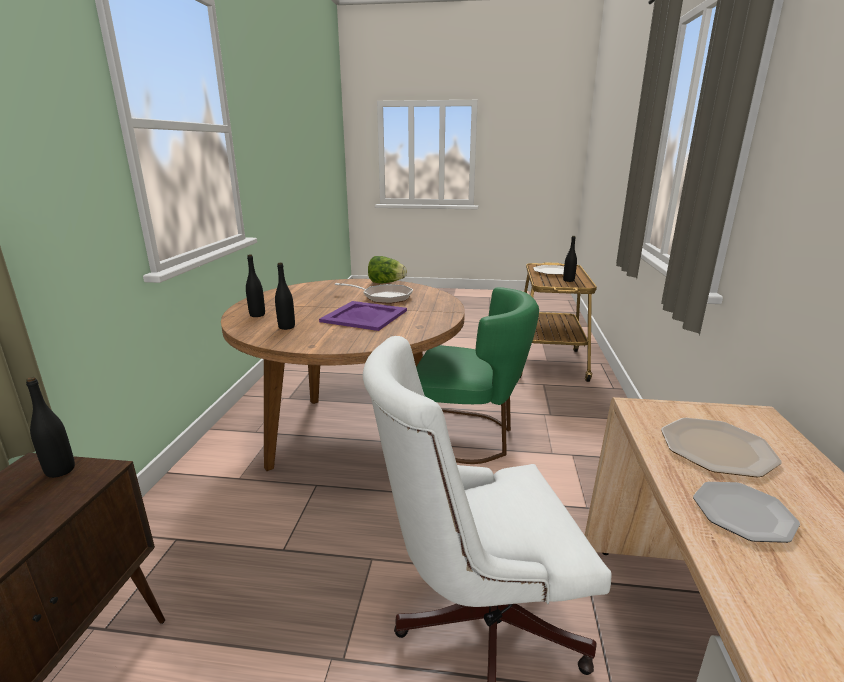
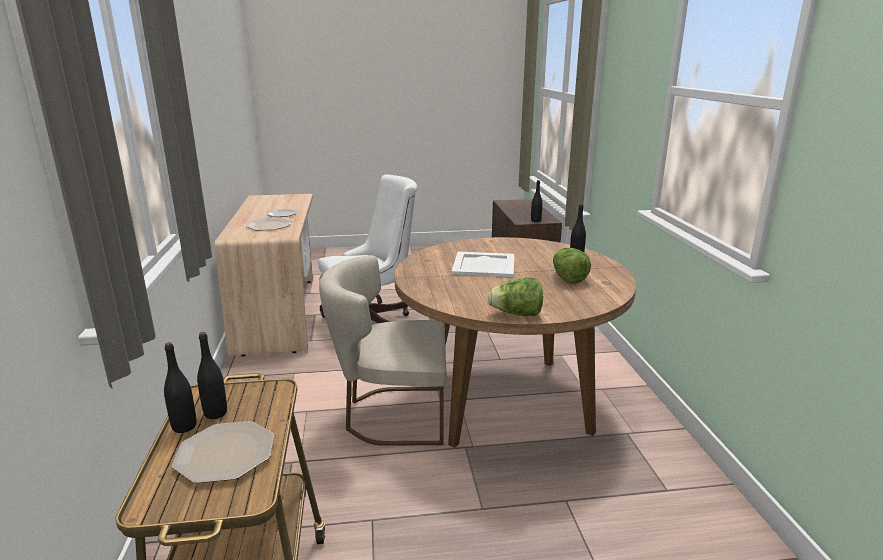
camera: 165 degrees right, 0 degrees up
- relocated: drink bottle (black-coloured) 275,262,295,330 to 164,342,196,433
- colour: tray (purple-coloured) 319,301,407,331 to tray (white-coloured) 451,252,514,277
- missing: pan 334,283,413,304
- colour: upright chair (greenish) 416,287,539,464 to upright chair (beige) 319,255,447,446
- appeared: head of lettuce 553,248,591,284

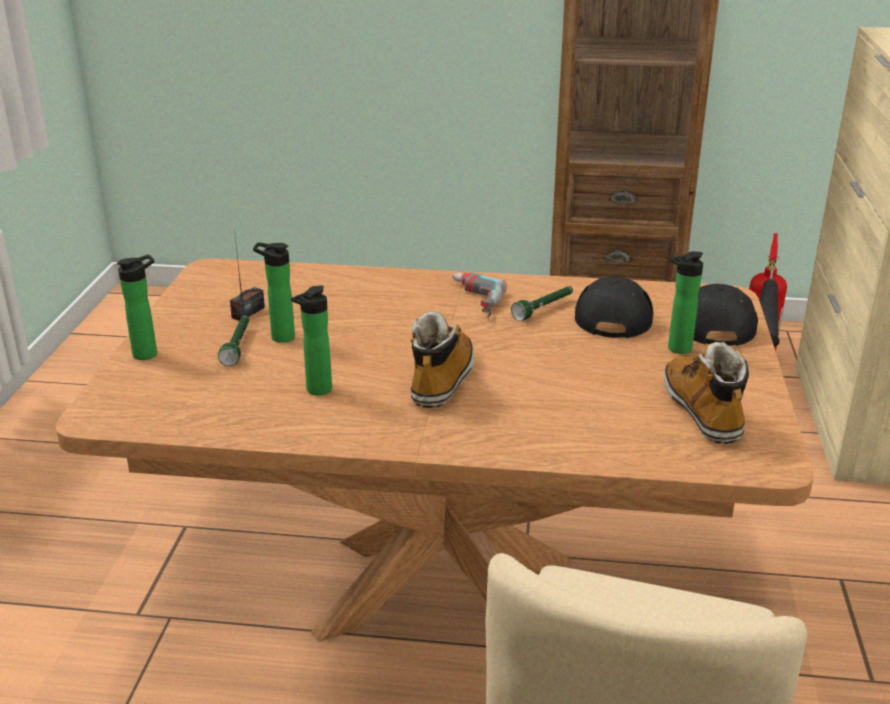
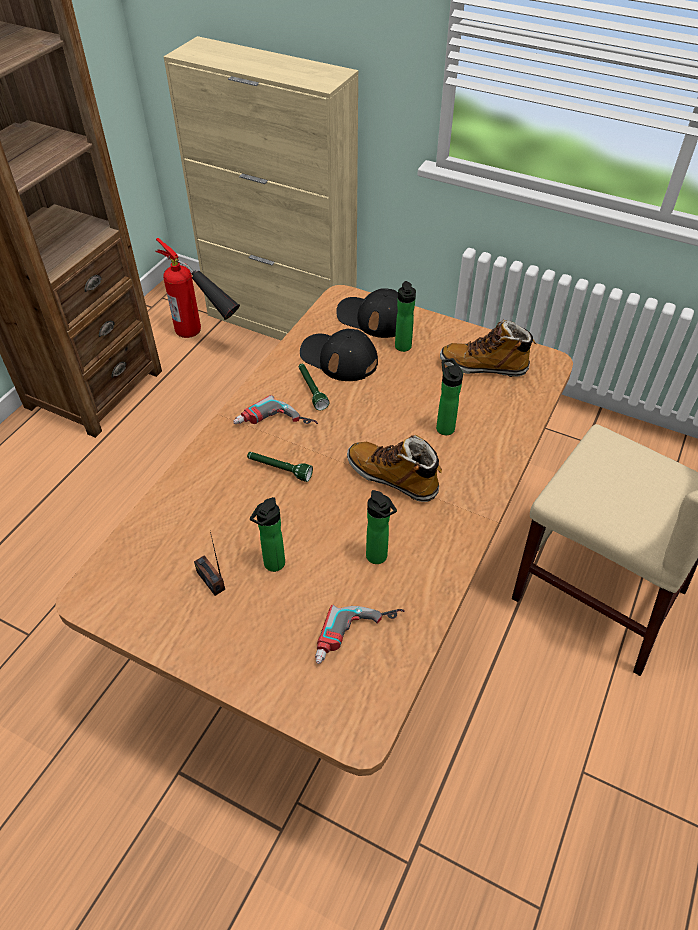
camera: 70 degrees left, 20 degrees up
- relocated: drink bottle 117,254,157,360 to 436,358,463,435
- relocated: flashlight (greenish) 218,315,249,366 to 247,452,313,482
- appeared: power drill 315,605,405,664

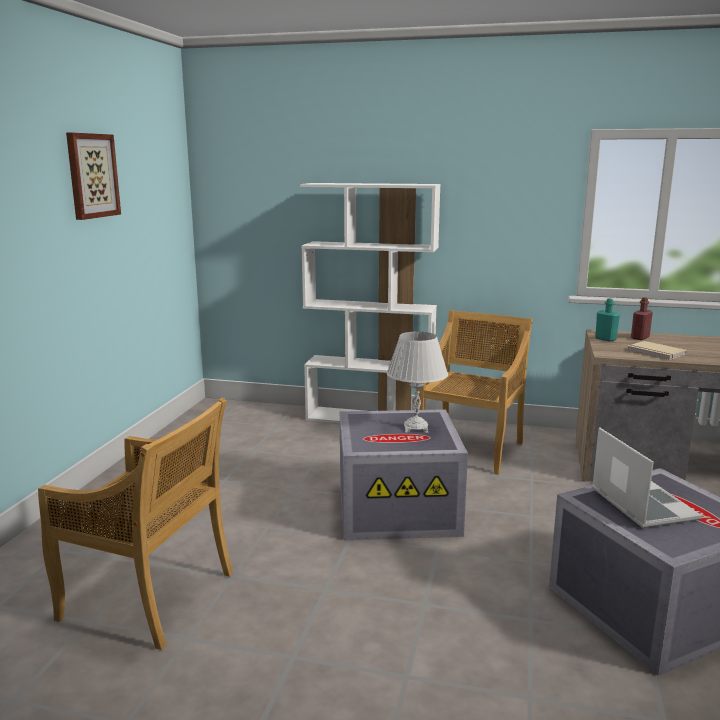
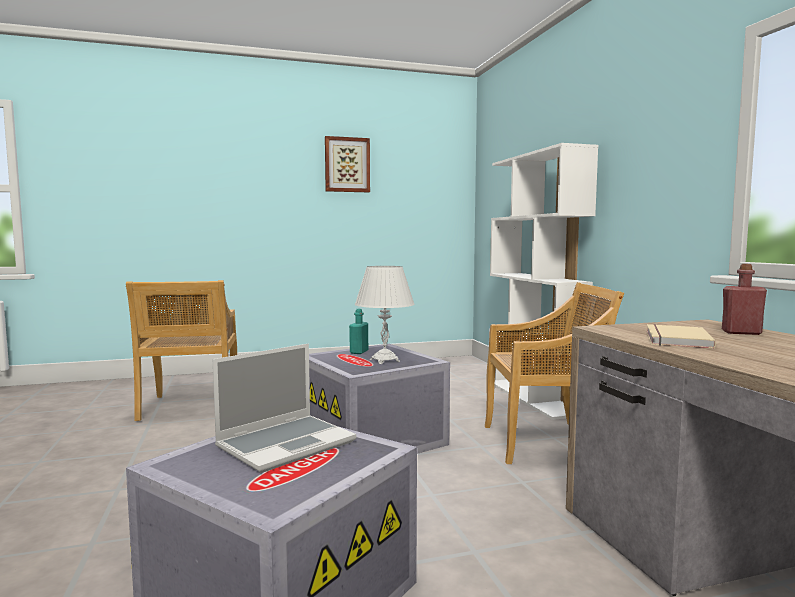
camera: 60 degrees right, 10 degrees down
- relocated: drink bottle (turquoise) 595,298,620,342 to 349,309,368,354

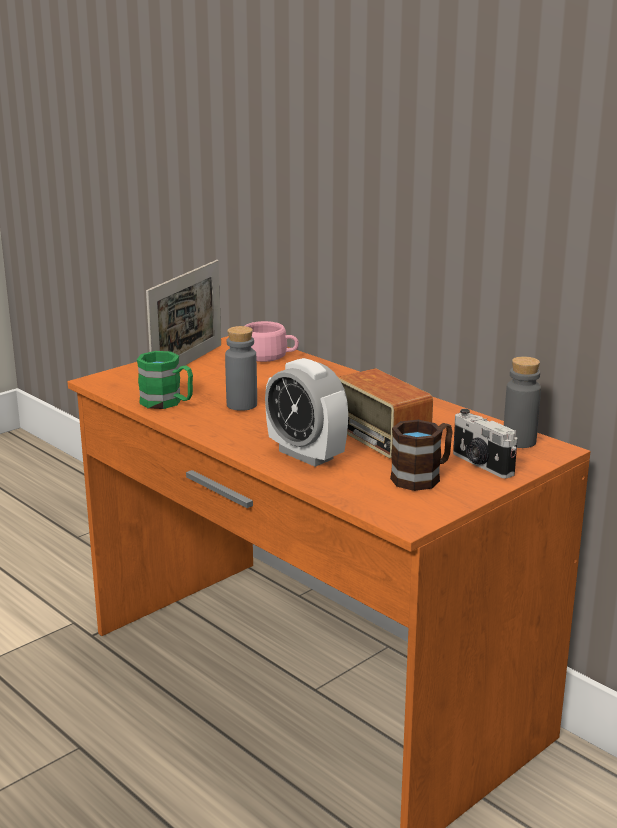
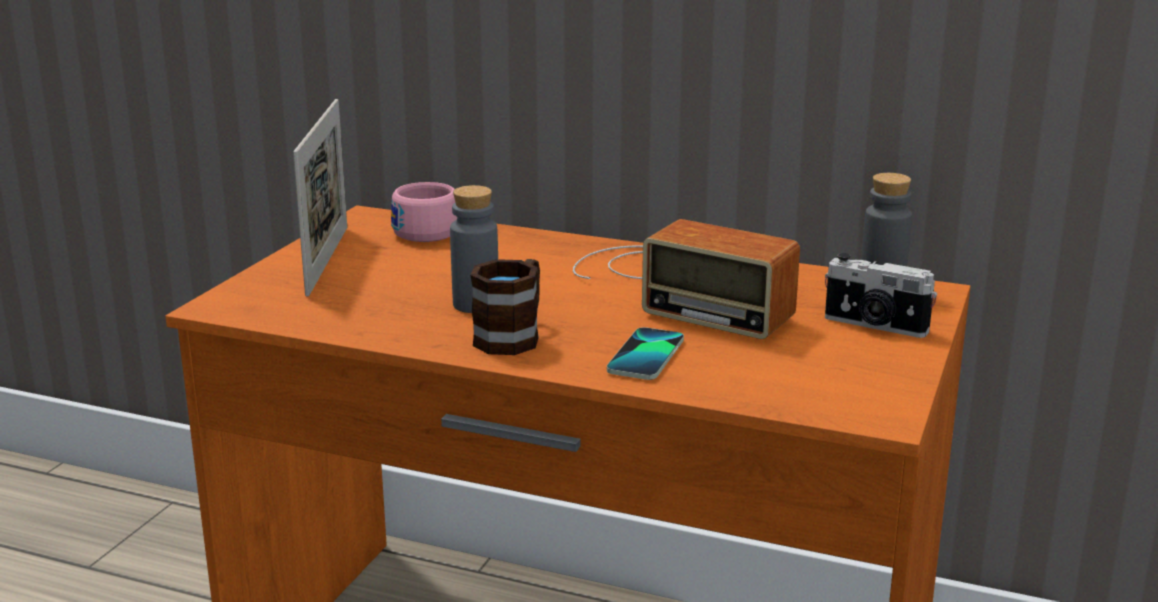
camera: 25 degrees left, 0 degrees up
- missing: coffee mug (greenish) 137,351,193,409
- exchanged: alarm clock 265,358,348,467 to phone 607,327,684,380
- relocated: coffee mug (brown-coloured) 390,420,452,491 to 471,259,540,355

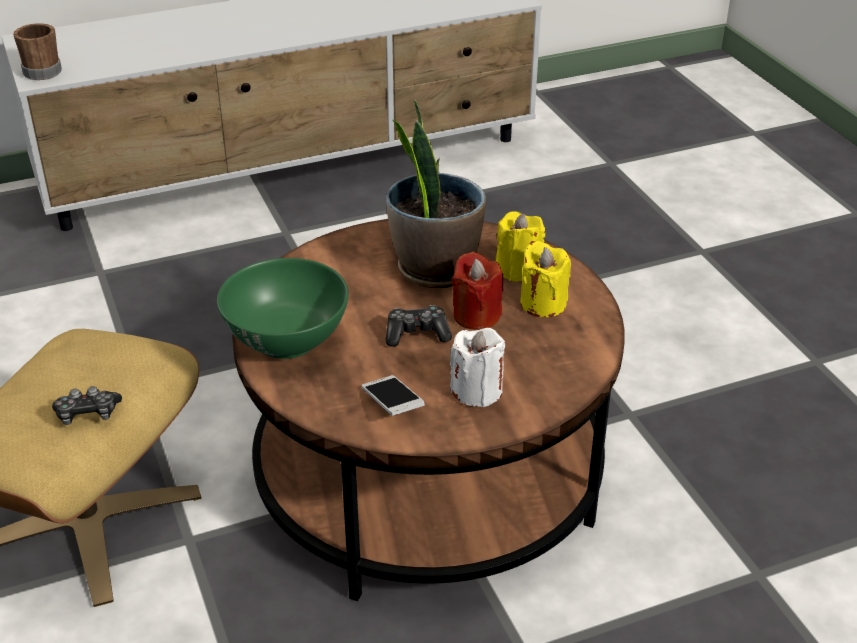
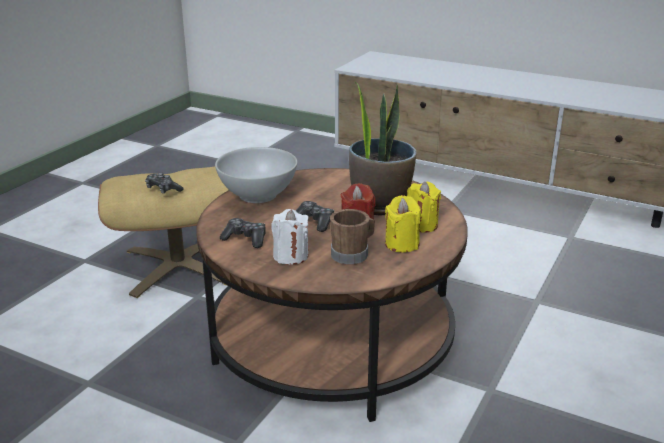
camera: 50 degrees right, 10 degrees down
- relocated: coffee mug (brown-coloured) 13,23,62,80 to 330,209,375,265
- colour: bowl (greenish) 217,258,349,359 to bowl (white-coloured) 215,147,298,203
- exchanged: phone 362,375,425,416 to joypad 220,218,266,248

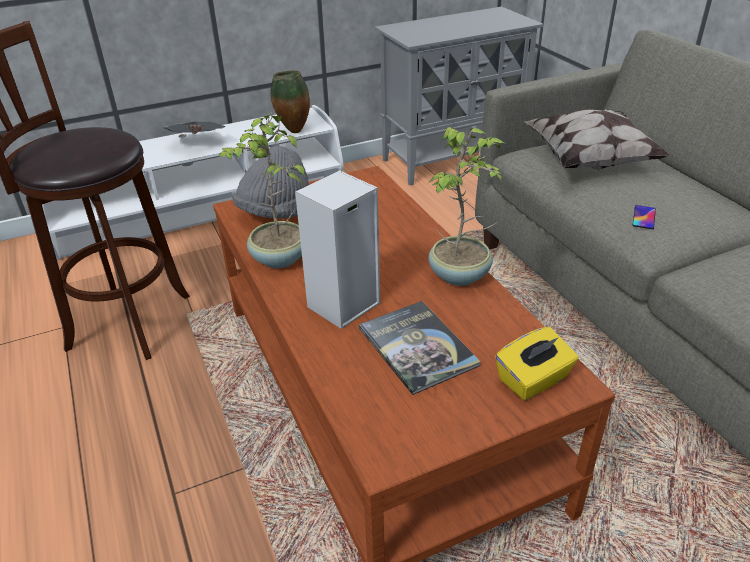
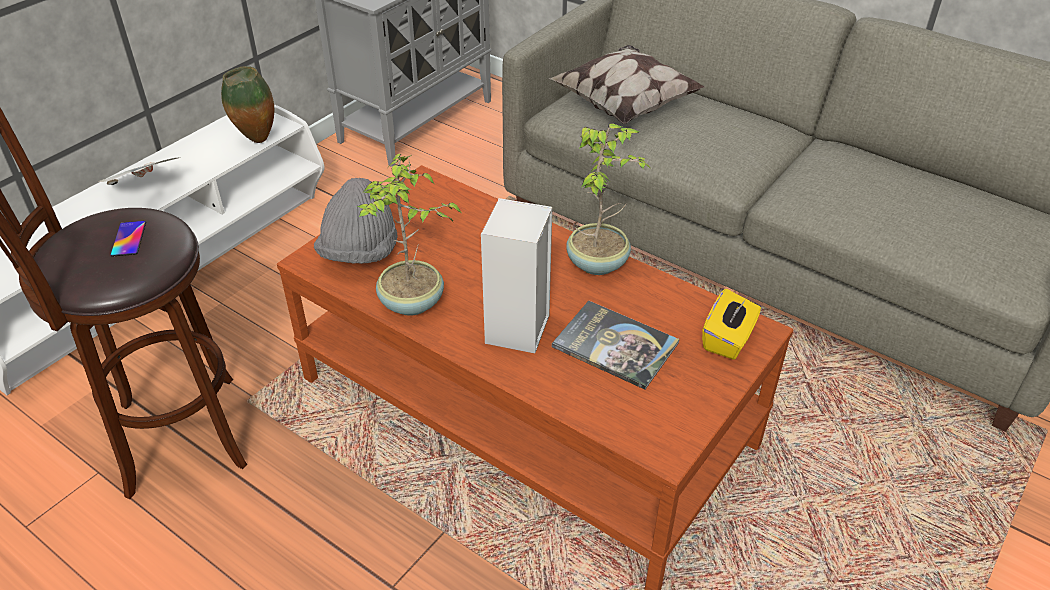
camera: 30 degrees left, 5 degrees up
- relocated: phone 633,205,656,229 to 111,221,146,256

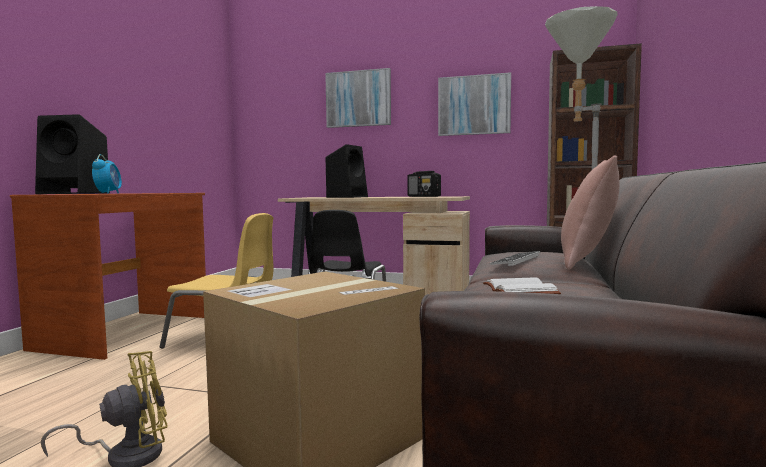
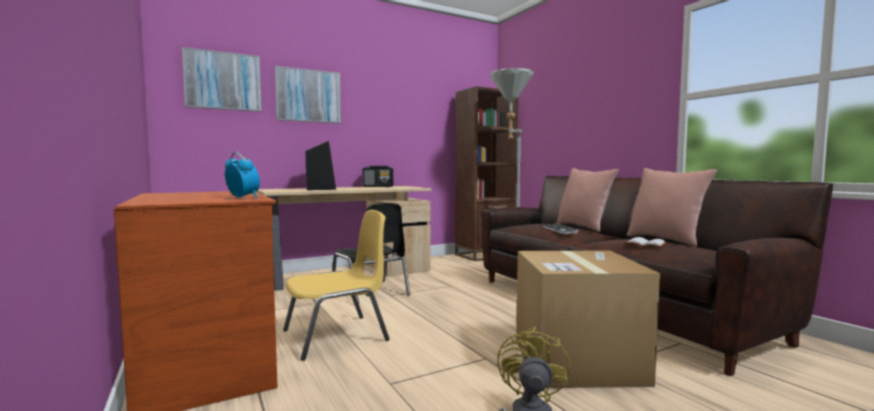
camera: 45 degrees left, 0 degrees up
- missing: speaker (black-coloured) 35,114,110,194
- relocated: wall art 438,72,511,136 to 182,47,262,112
- appeared: pillow (pink) 627,168,717,247

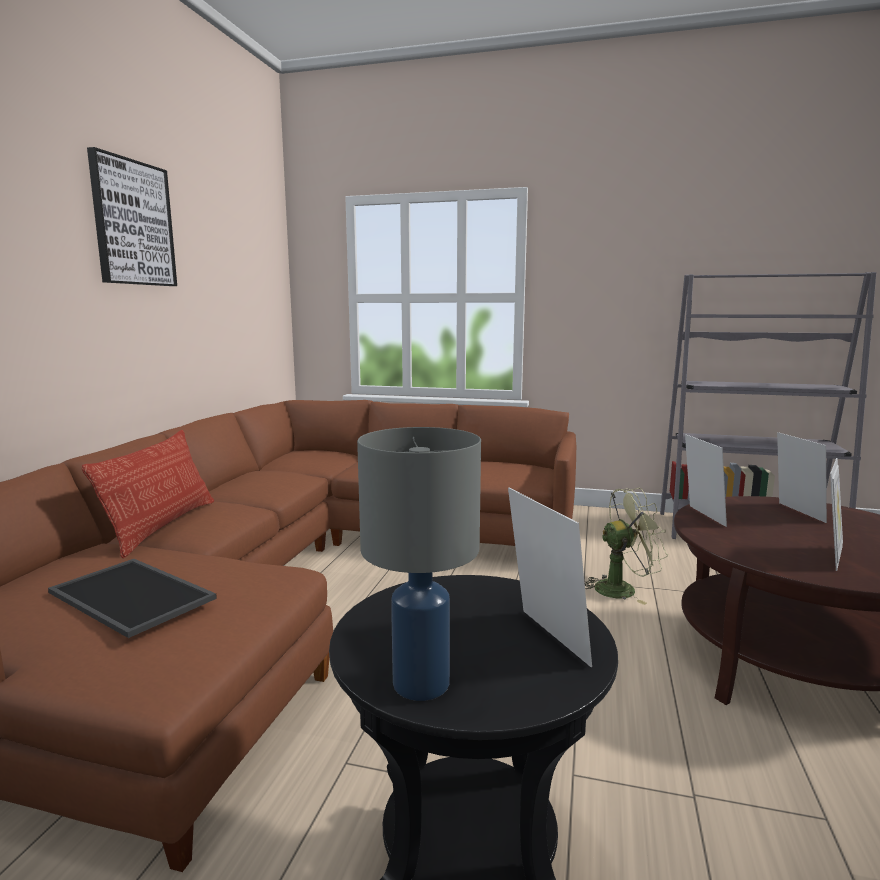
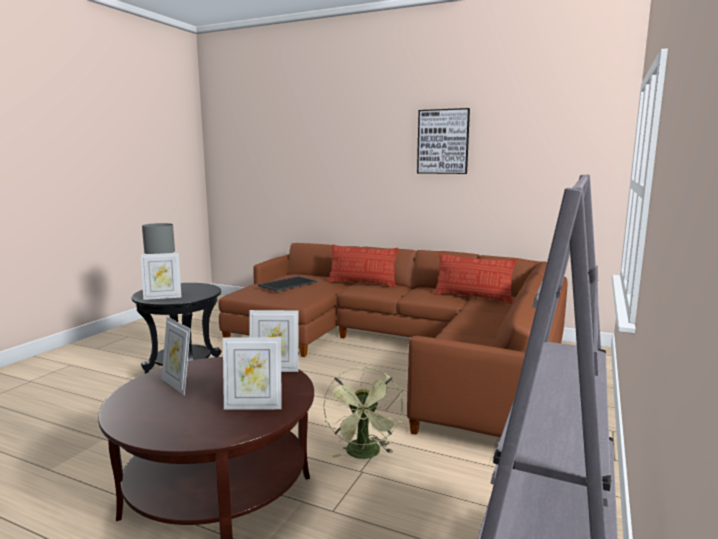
camera: 100 degrees right, 0 degrees up
- appeared: pillow 434,253,517,304

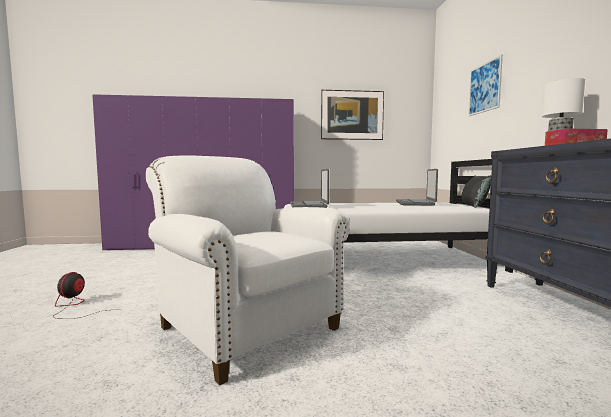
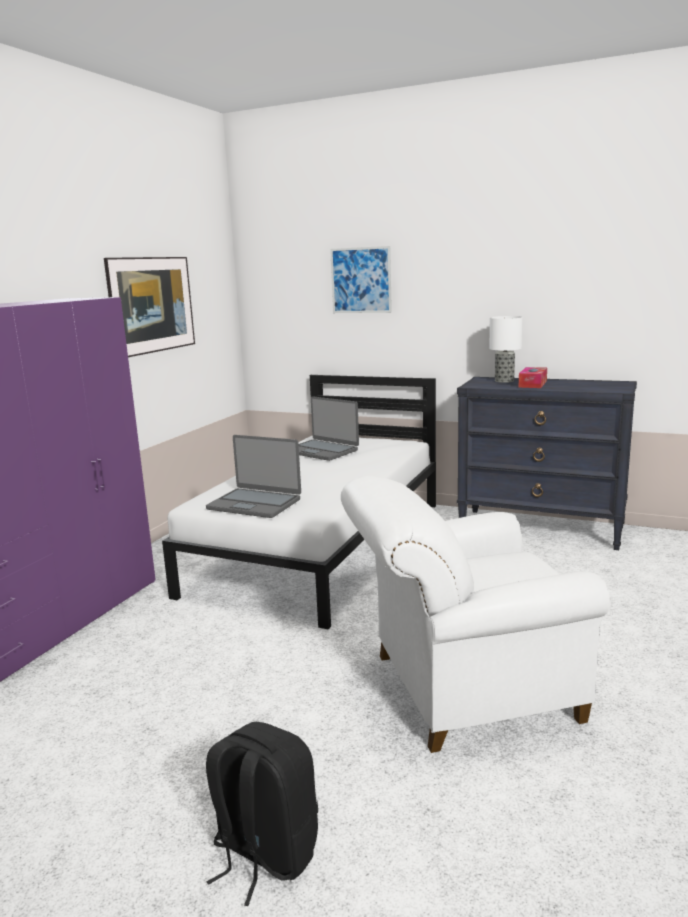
camera: 60 degrees left, 10 degrees up
- exchanged: electric fan 53,272,120,319 to knapsack (black-coloured) 206,722,318,906
- missing: pillow (black-coloured) 461,175,491,208

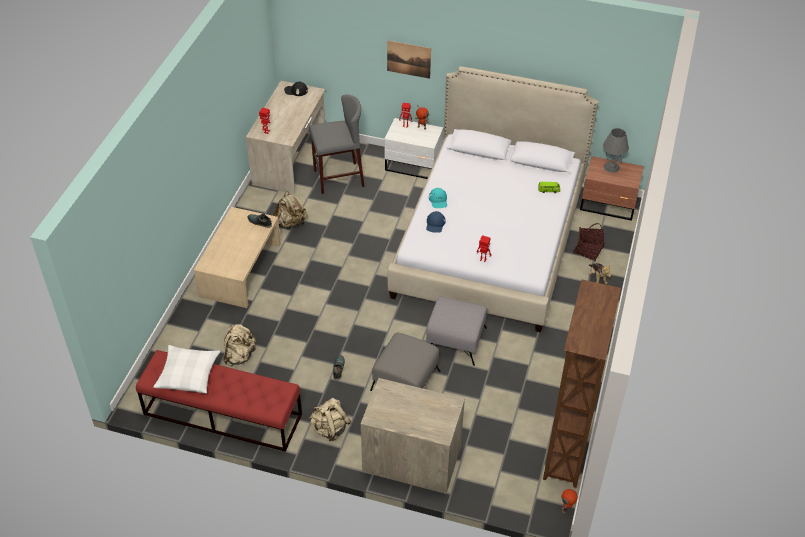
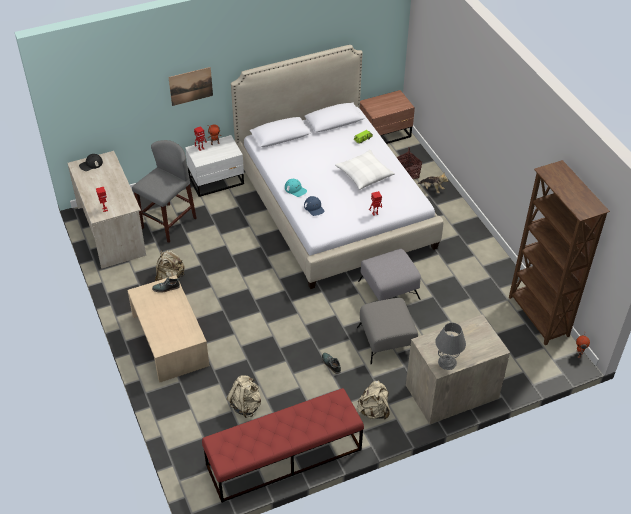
camera: 40 degrees left, 0 degrees up
- relocated: pillow (white-coloured) 153,345,221,394 to 335,150,395,190
- relocated: table lamp (grey) 603,128,629,173 to 435,323,466,370

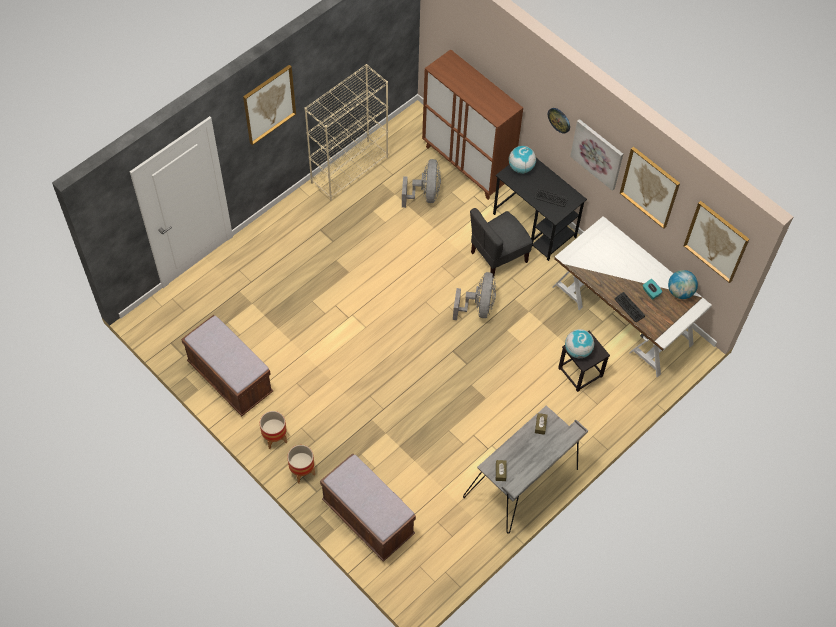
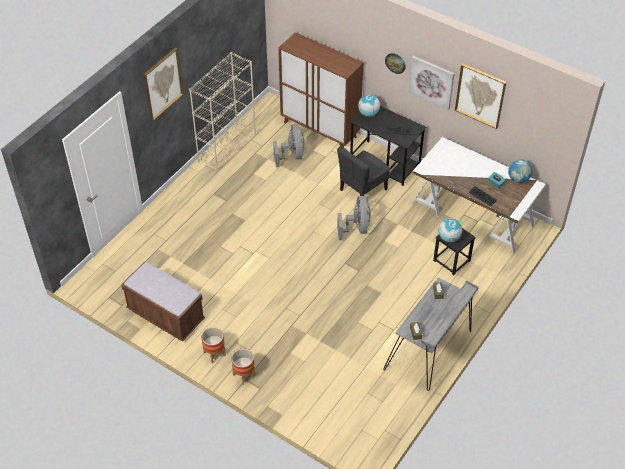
camera: 10 degrees left, 10 degrees down
- missing: bench (brown-coloured) 320,453,416,562
- missing: wall art 683,201,749,283

